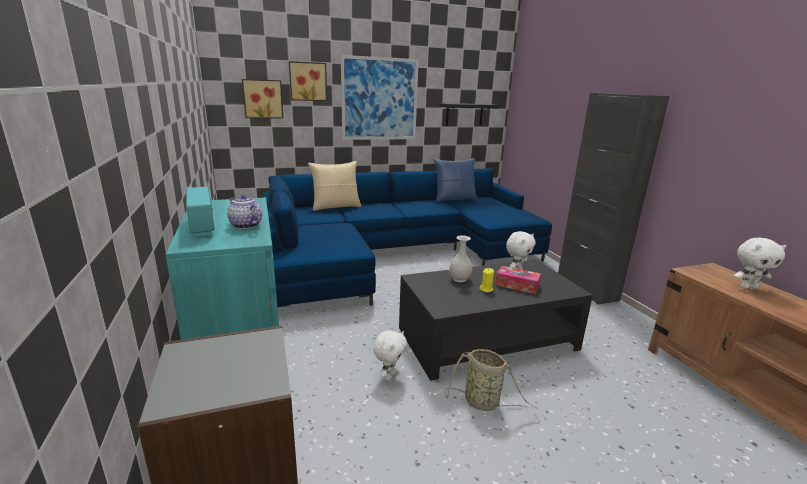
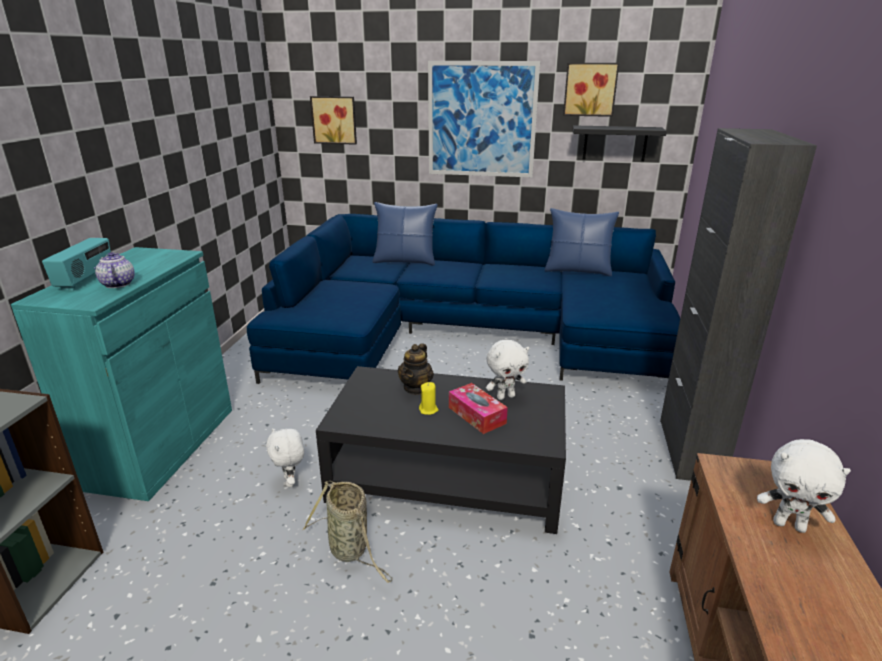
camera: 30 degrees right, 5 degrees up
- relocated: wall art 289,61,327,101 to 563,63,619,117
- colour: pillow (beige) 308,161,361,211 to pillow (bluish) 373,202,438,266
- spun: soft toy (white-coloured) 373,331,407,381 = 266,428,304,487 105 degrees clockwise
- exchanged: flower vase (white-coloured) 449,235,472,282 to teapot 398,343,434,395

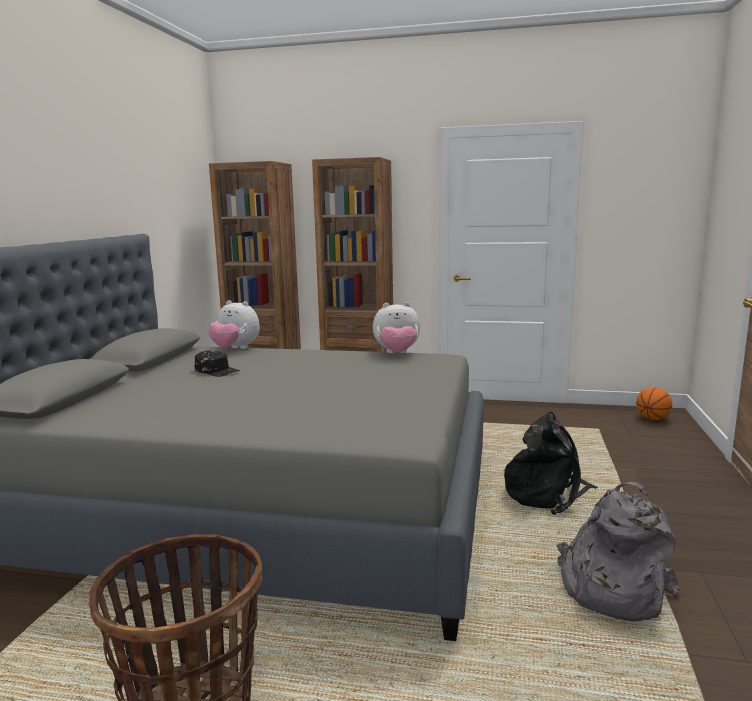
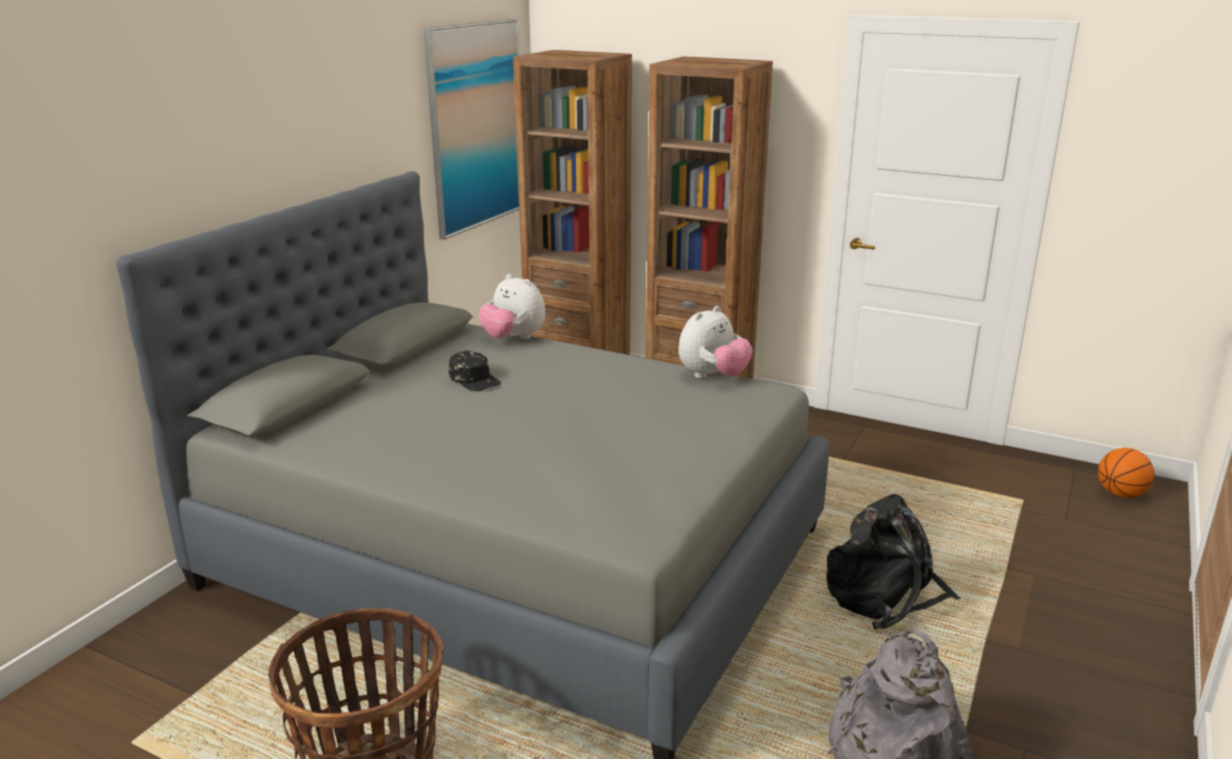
camera: 15 degrees right, 10 degrees up
- spun: soft toy 373,302,420,353 = 678,306,753,378 60 degrees counterclockwise
- appeared: wall art 424,19,519,240

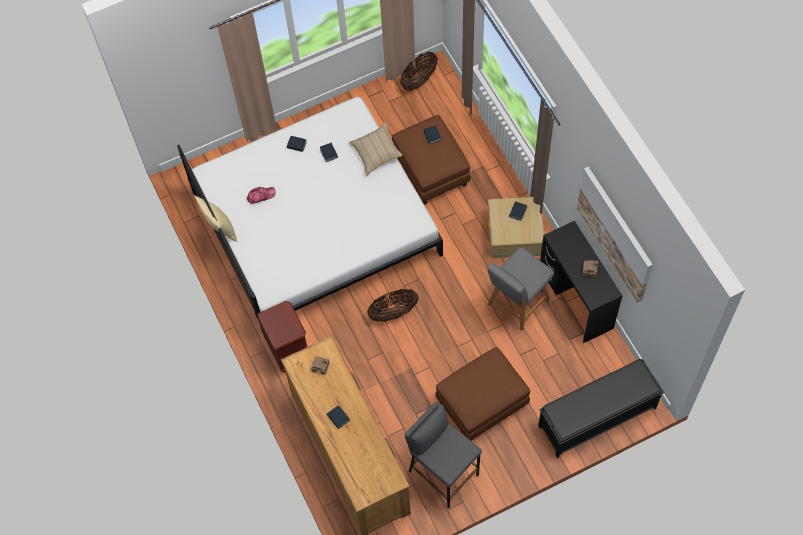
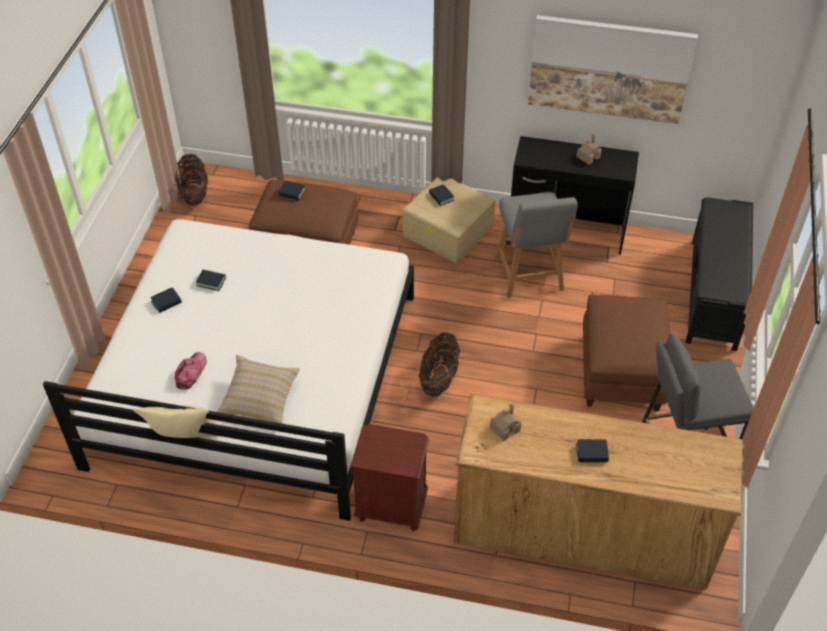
camera: 55 degrees left, 15 degrees down
- relocated: pillow (beige) 349,122,403,176 to 217,355,300,423

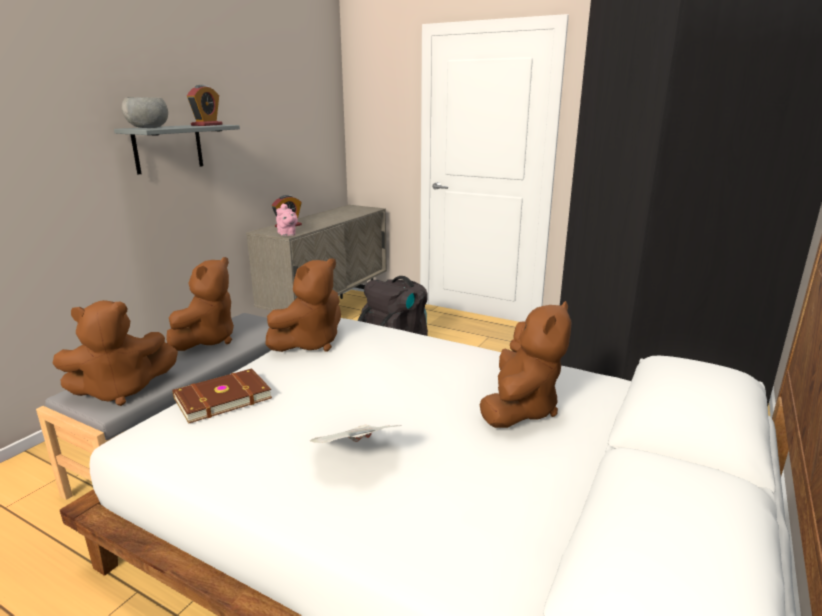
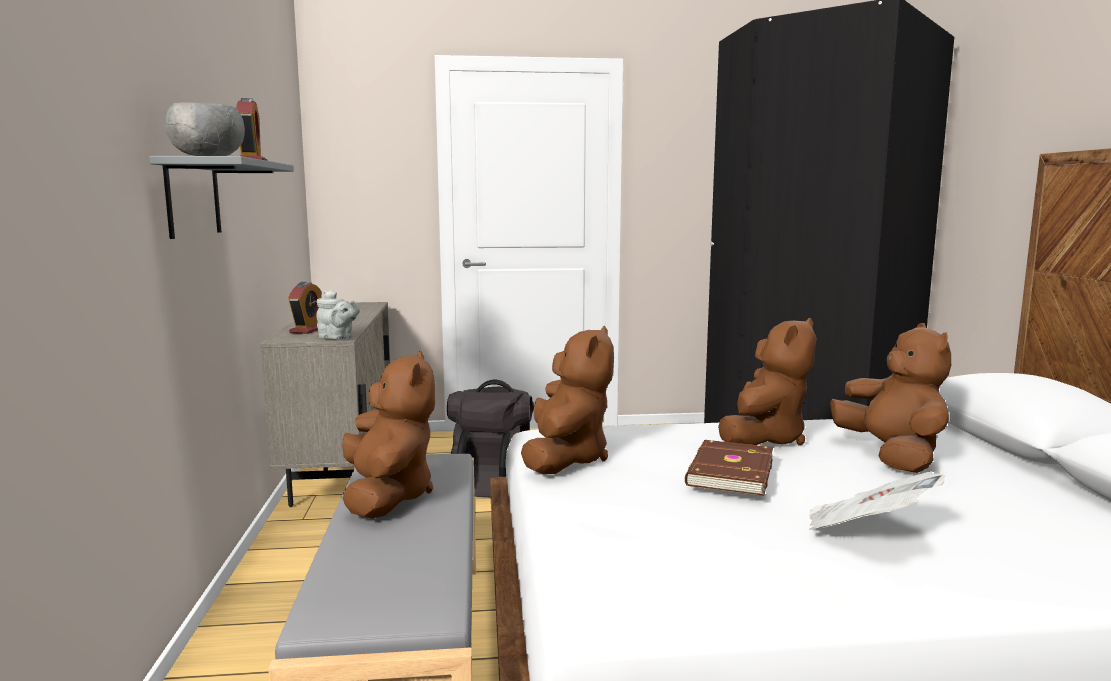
camera: 35 degrees left, 10 degrees down
- relocated: soft toy (brown-coloured) 52,300,178,406 to 718,318,816,446
- relocated: bound book (brown-coloured) 172,368,272,423 to 685,440,773,496
- colour: teapot (pink) 276,204,298,236 to teapot (grey) 316,290,360,339

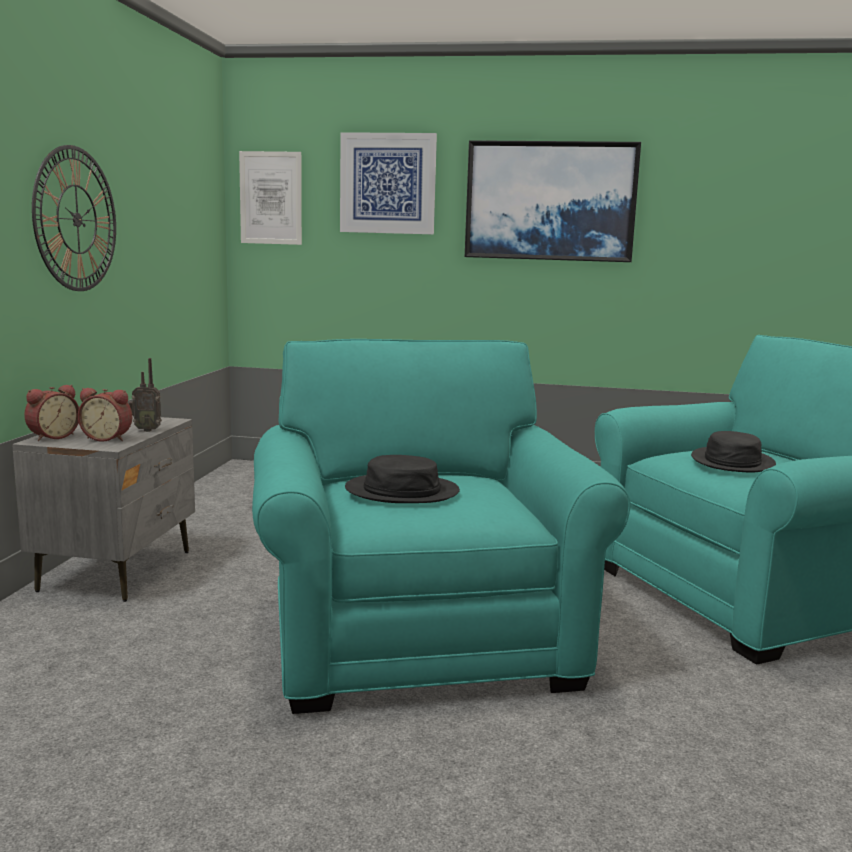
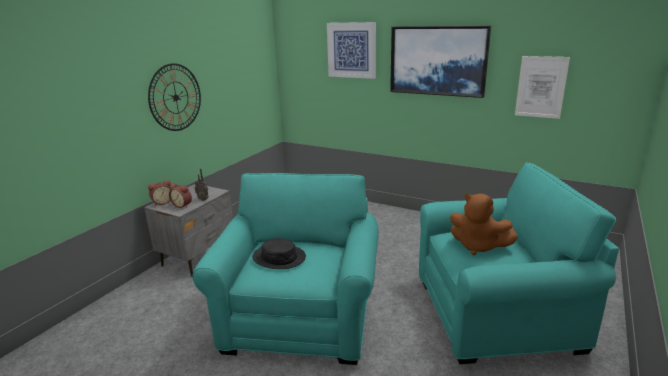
camera: 20 degrees right, 10 degrees up
- relocated: wall art 239,151,302,245 to 515,56,570,119
- exchanged: hat (black-coloured) 691,431,776,473 to soft toy (brown-coloured) 450,193,518,255

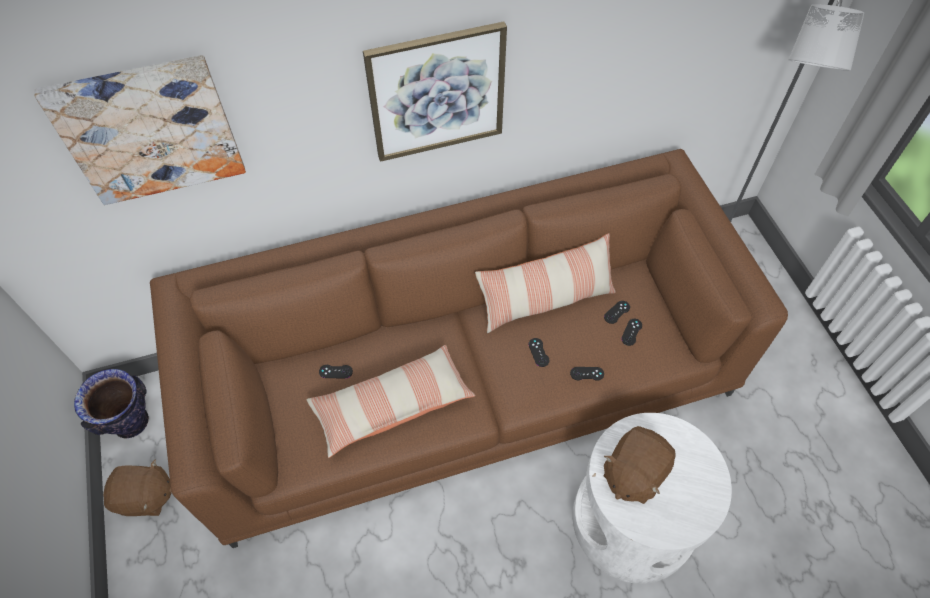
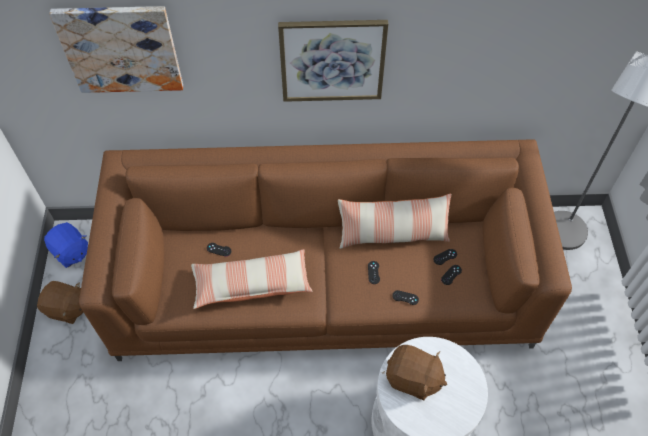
camera: 15 degrees right, 0 degrees up
- exchanged: flower vase 74,369,149,438 to soft toy (bluish) 44,222,88,268
- spun: soft toy (brown-coloured) 603,426,676,504 = 386,345,447,400 120 degrees counterclockwise

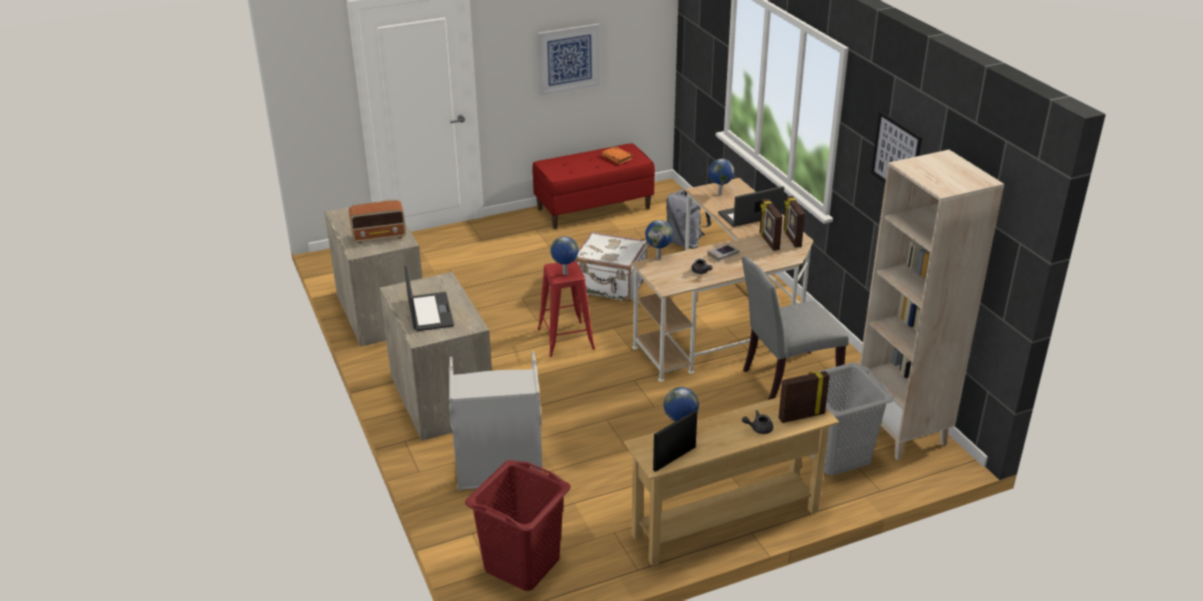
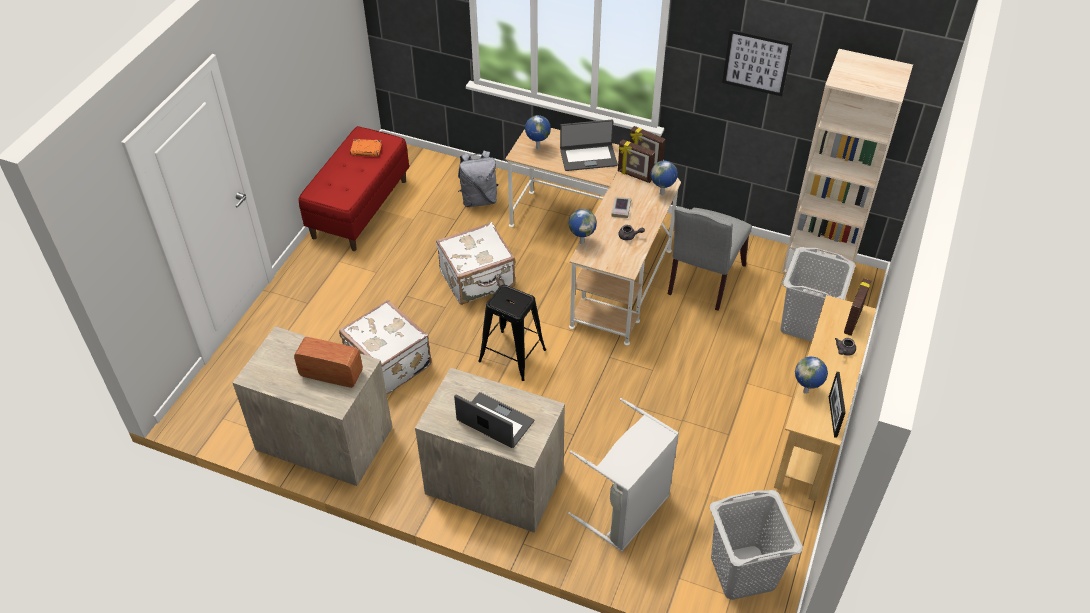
camera: 45 degrees left, 15 degrees up
- spun: radio set 349,200,406,244 = 294,337,363,388 105 degrees counterclockwise
- colour: hamper (red) 465,460,571,591 to hamper (grey) 710,490,803,600
- missing: wall art 538,24,600,96
- colour: sitting stool (red) 538,260,595,357 to sitting stool (black-coloured) 478,285,546,381
- relocated: desk globe 550,236,579,275 to 651,161,678,195
- spun: notebook computer 718,186,784,227 = 560,120,618,171 120 degrees counterclockwise
- appeared: travel case (white-coloured) 339,300,432,394

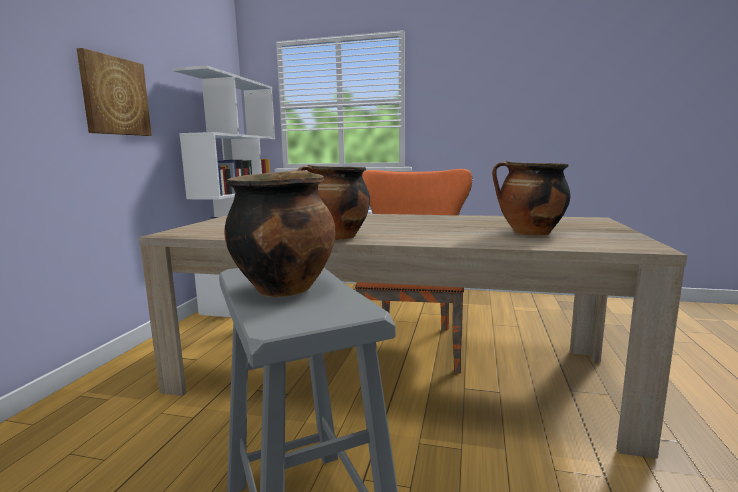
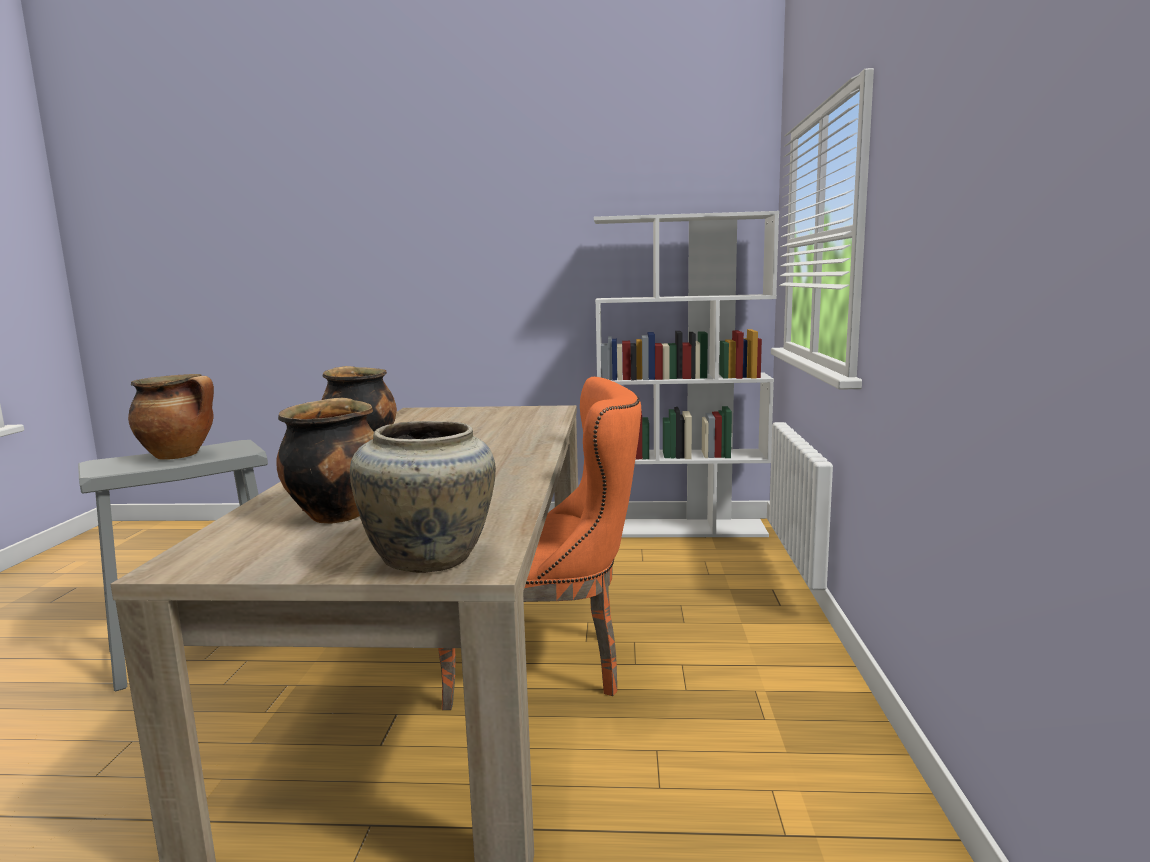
camera: 80 degrees right, 0 degrees up
- missing: wall art 77,48,152,136
- appeared: flower vase (beige) 350,421,496,573

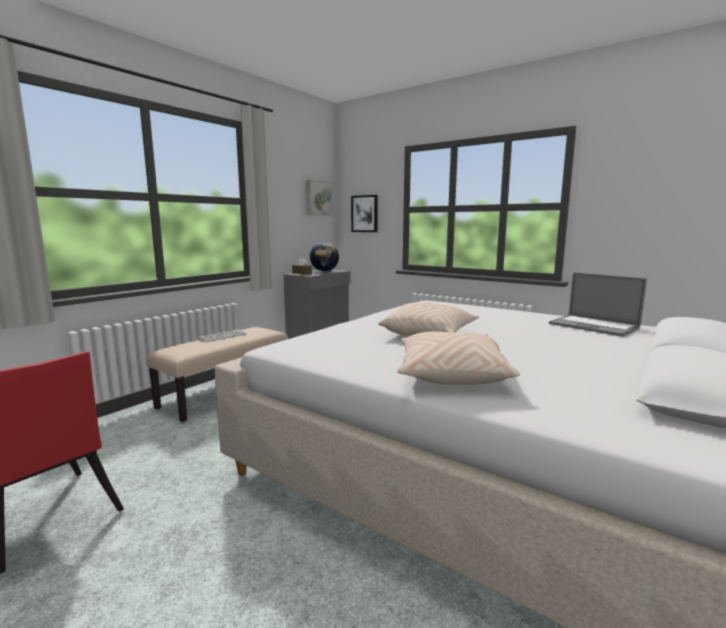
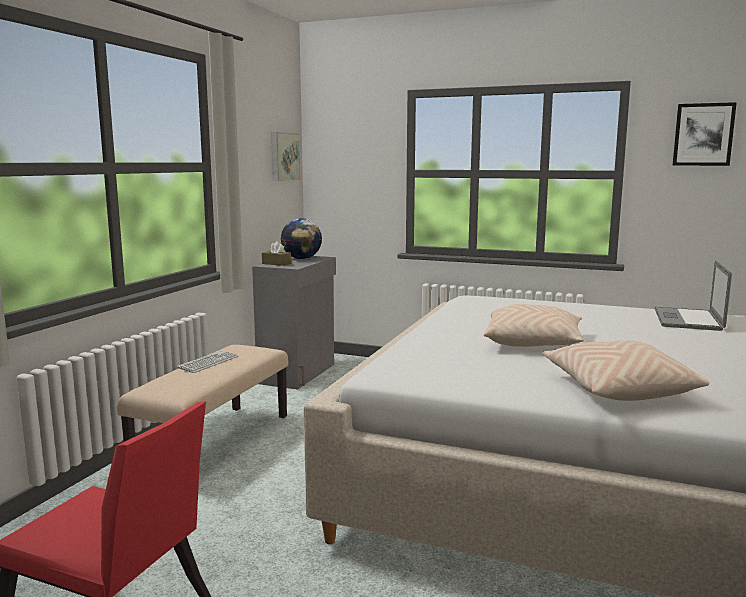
camera: 15 degrees left, 0 degrees up
- relocated: wall art 351,195,378,232 to 672,102,737,166
- spun: notebook computer 549,272,647,337 = 655,260,732,331 75 degrees clockwise

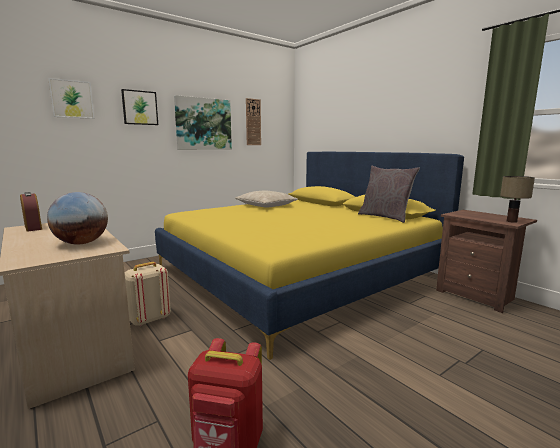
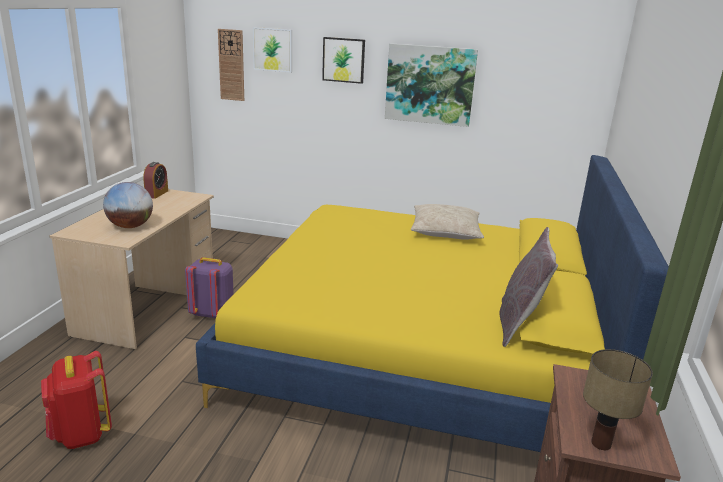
camera: 50 degrees right, 10 degrees up
- colour: knapsack (beige) 125,262,171,326 to knapsack (purple-coloured) 185,257,234,318
- relocated: hanging clock 246,98,261,145 to 218,29,244,101

